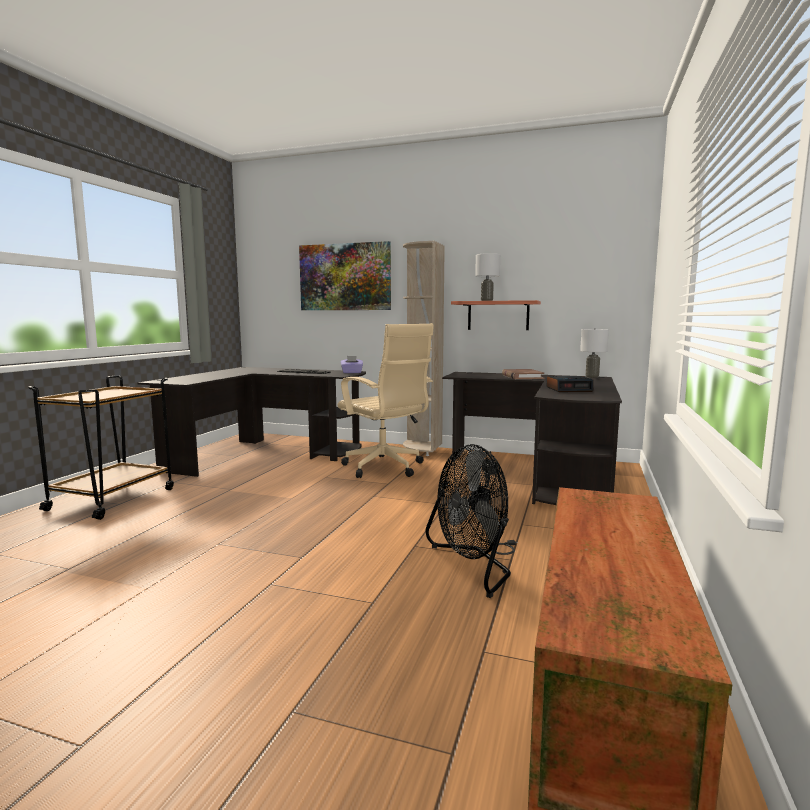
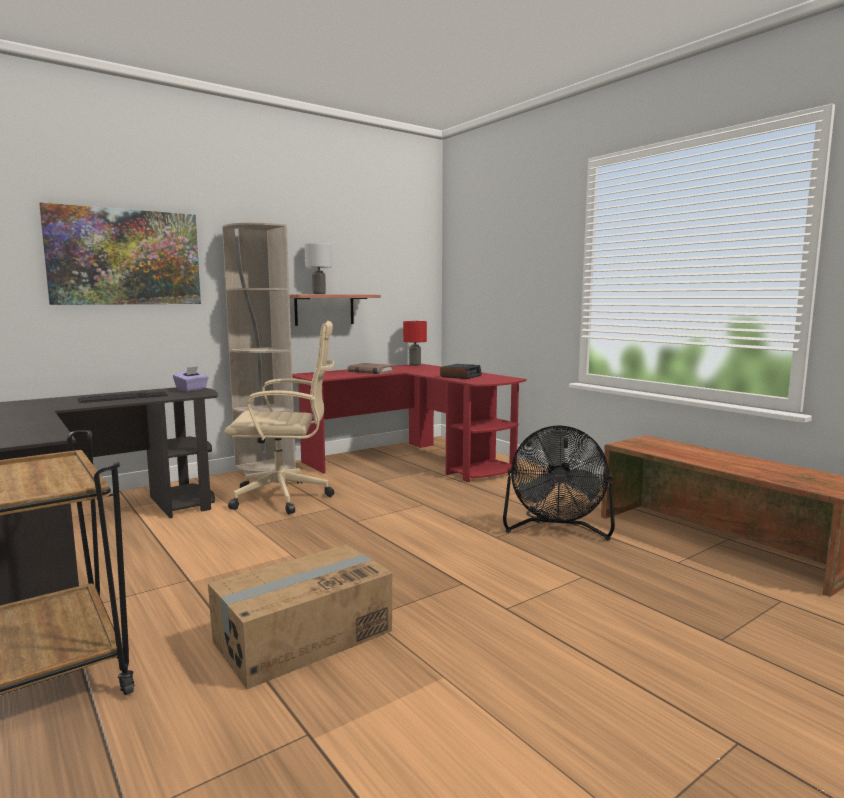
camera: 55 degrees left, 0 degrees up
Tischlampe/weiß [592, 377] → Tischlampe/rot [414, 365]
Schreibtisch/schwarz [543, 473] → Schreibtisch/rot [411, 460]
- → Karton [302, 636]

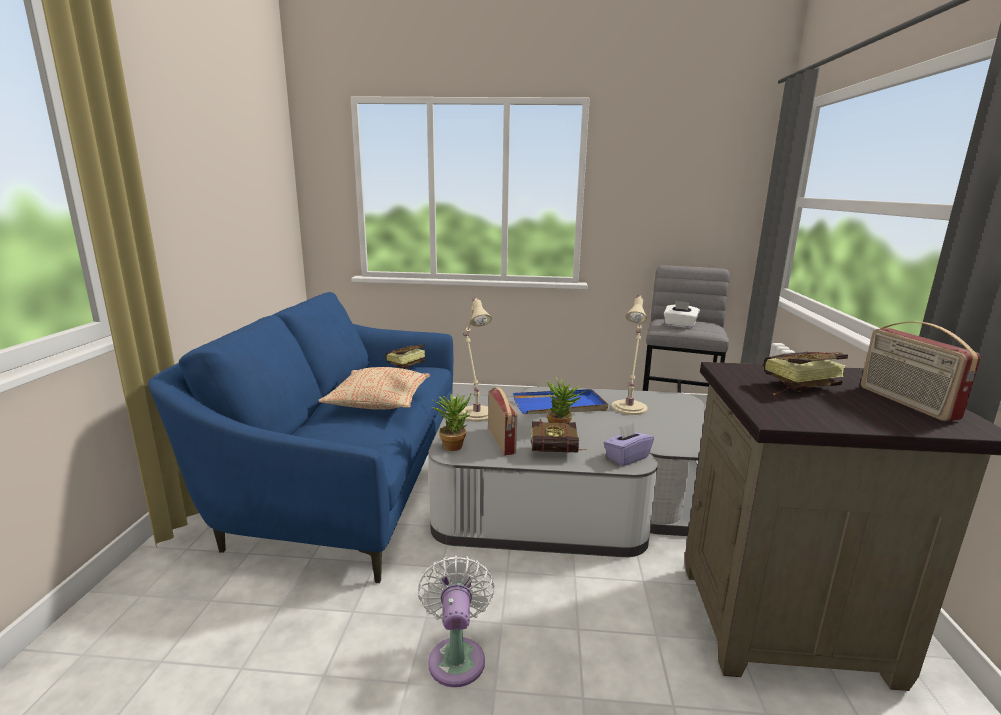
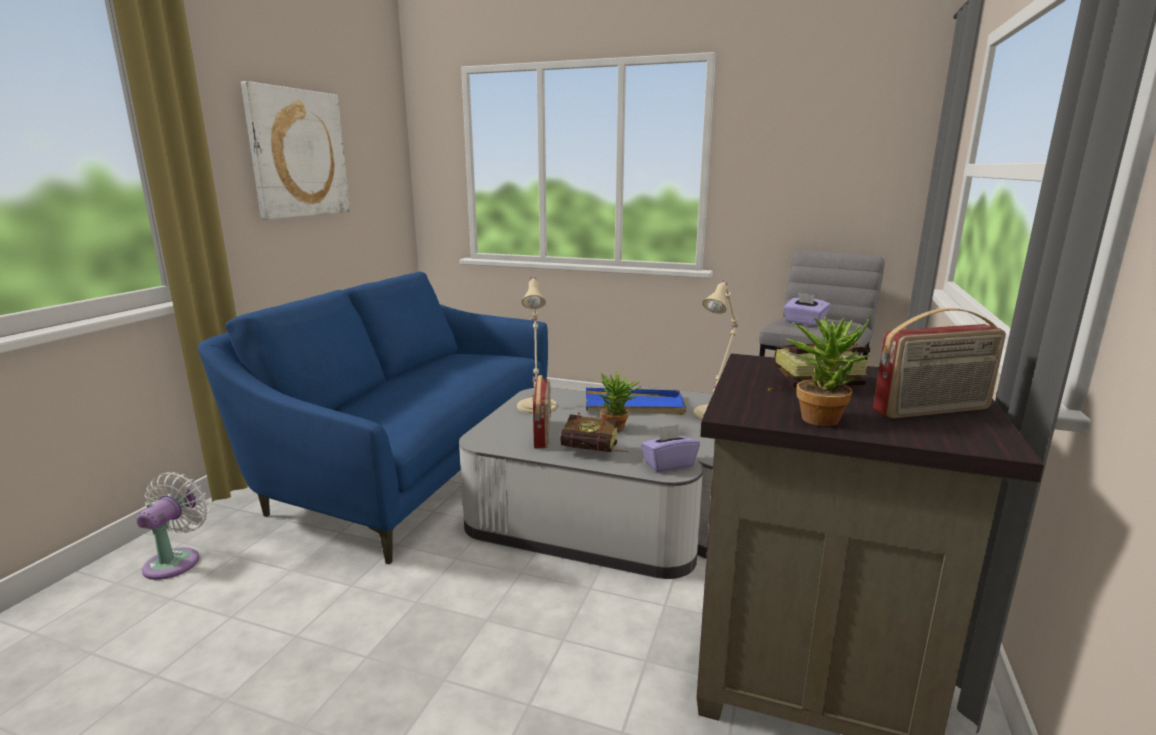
camera: 15 degrees right, 0 degrees up
Taschentuchbox/weiß [679, 325] → Taschentuchbox/lila [804, 322]
Radio [905, 403] → Radio [932, 411], 105 degrees counterclockwise
Buch [403, 367] → -
Kissen/beige [379, 402] → -
Topfpflanze [453, 445] → Topfpflanze [820, 416], move
Ventilator/weiß [457, 656] → Ventilator/weiß [176, 561], move
- → Bild [298, 153]

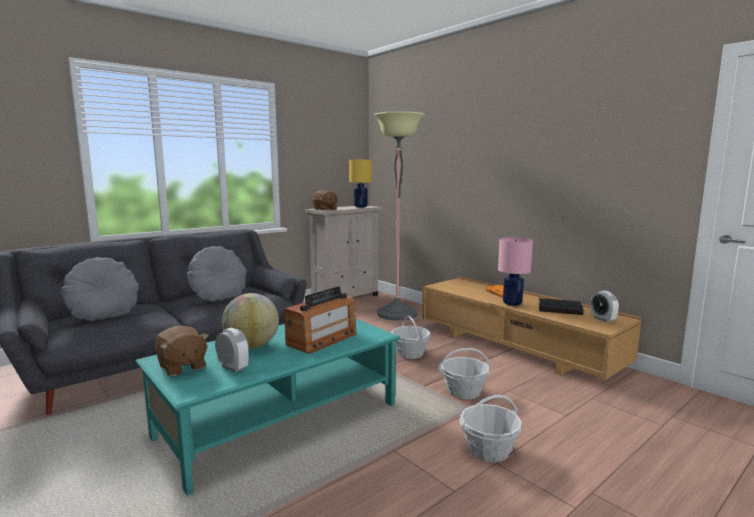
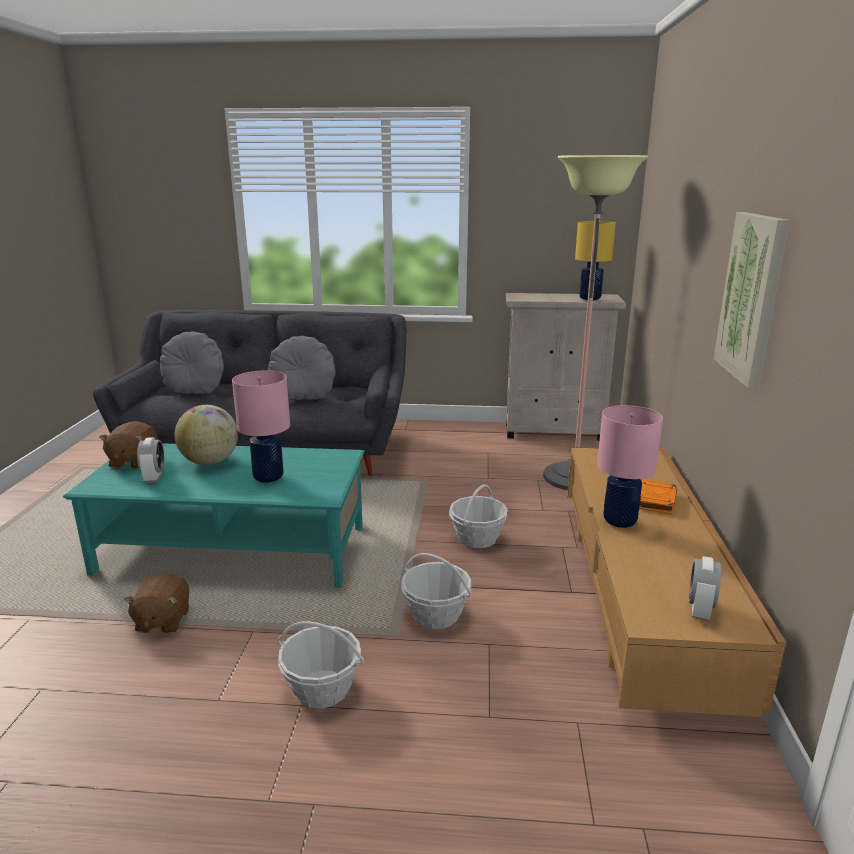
camera: 45 degrees right, 10 degrees up
Plüschtier/braun [325, 209] → Plüschtier/braun [162, 621], move
Radio [322, 339] → Tischlampe/rosa [269, 478]
Buch/schwarz [560, 309] → -
- → Bild [752, 297]

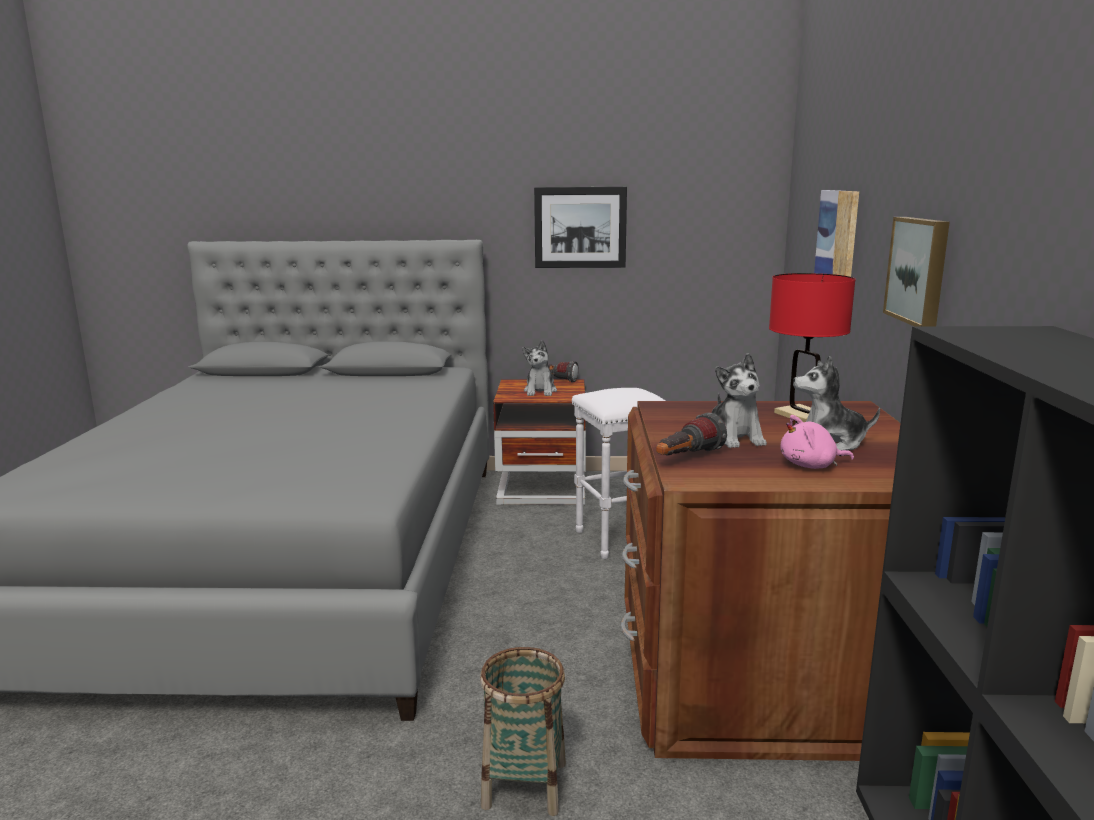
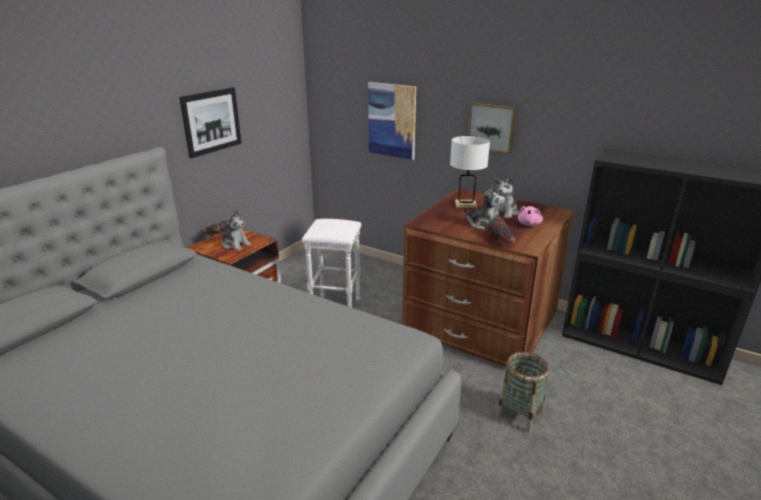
camera: 60 degrees left, 10 degrees up
Tischlampe/rot [802, 415] → Tischlampe/weiß [465, 204]

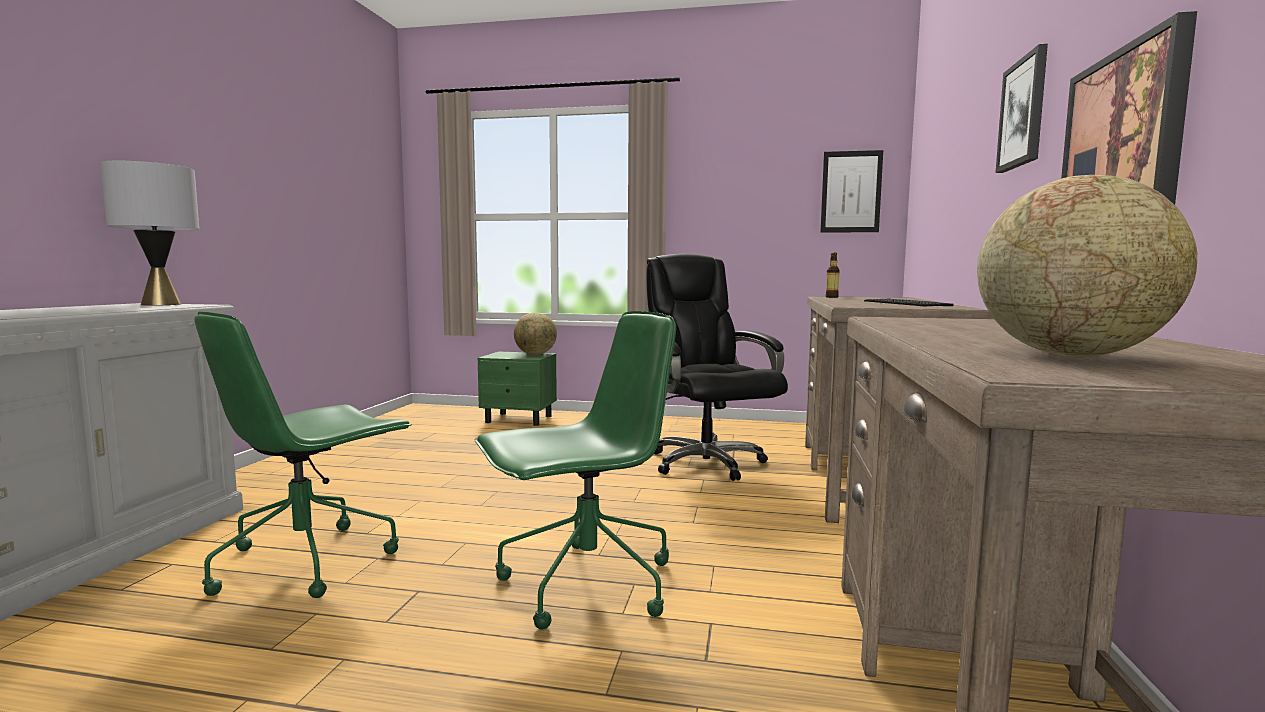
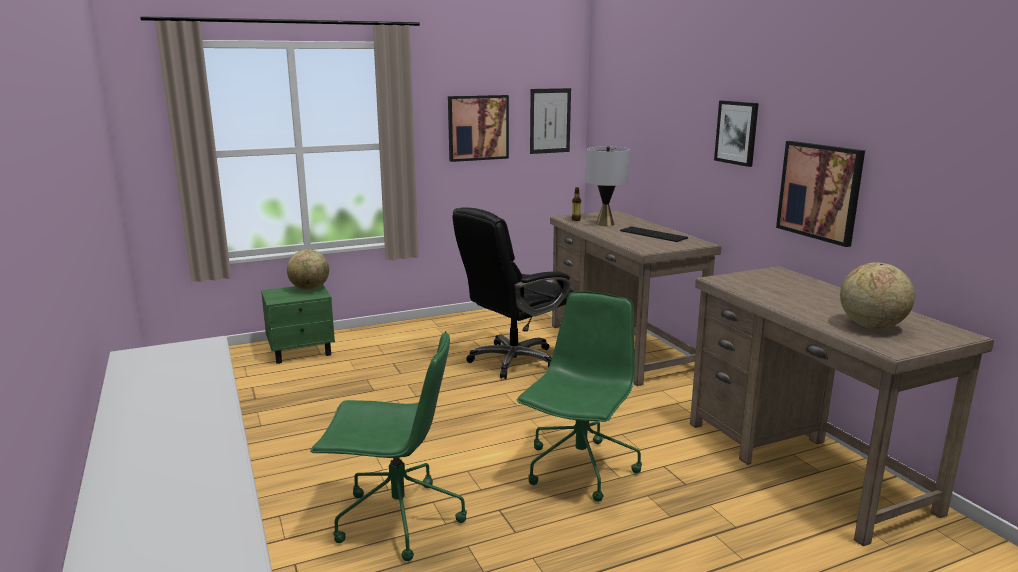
camera: 35 degrees left, 10 degrees up
Tischlampe/grau [160, 304] → Tischlampe/grau [604, 224], move
Bürostuhl/schwarz [707, 463] → Bürostuhl/schwarz [515, 359], 75 degrees counterclockwise
Bürostuhl/grün [313, 560] → Bürostuhl/grün [393, 520], 90 degrees counterclockwise
- → Bild [478, 128]

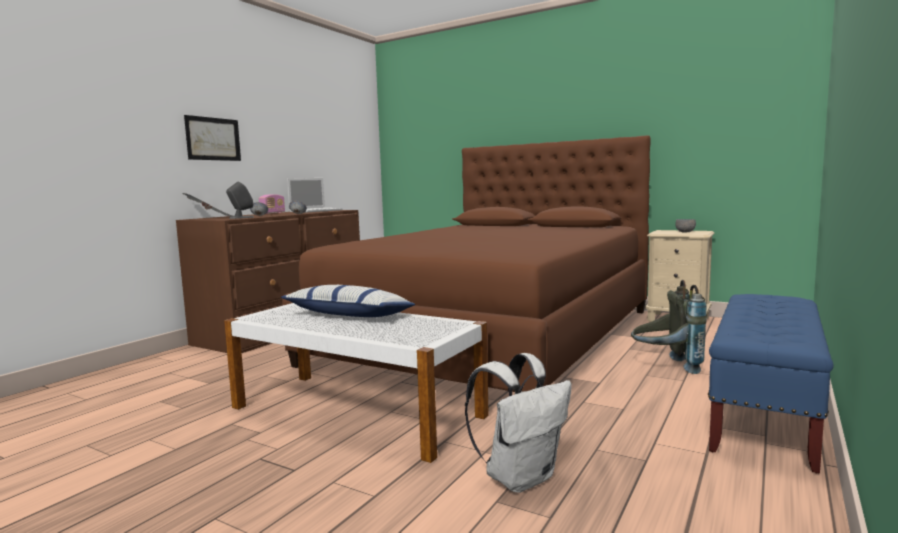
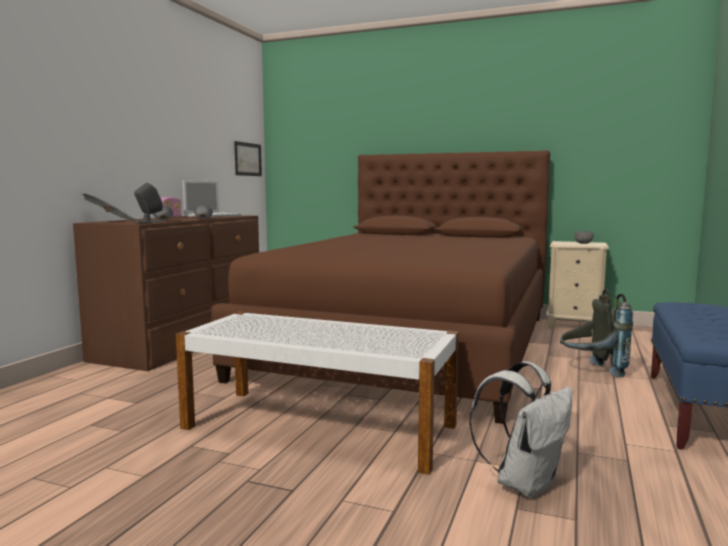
camera: 10 degrees left, 0 degrees up
Bild [213, 139] → Bild [248, 159], move
Kissen [349, 315] → -

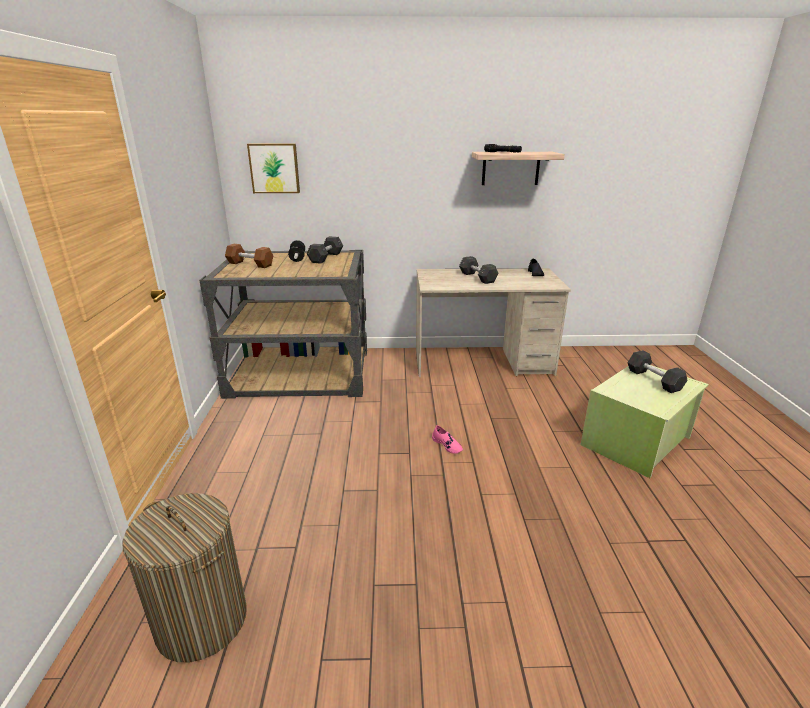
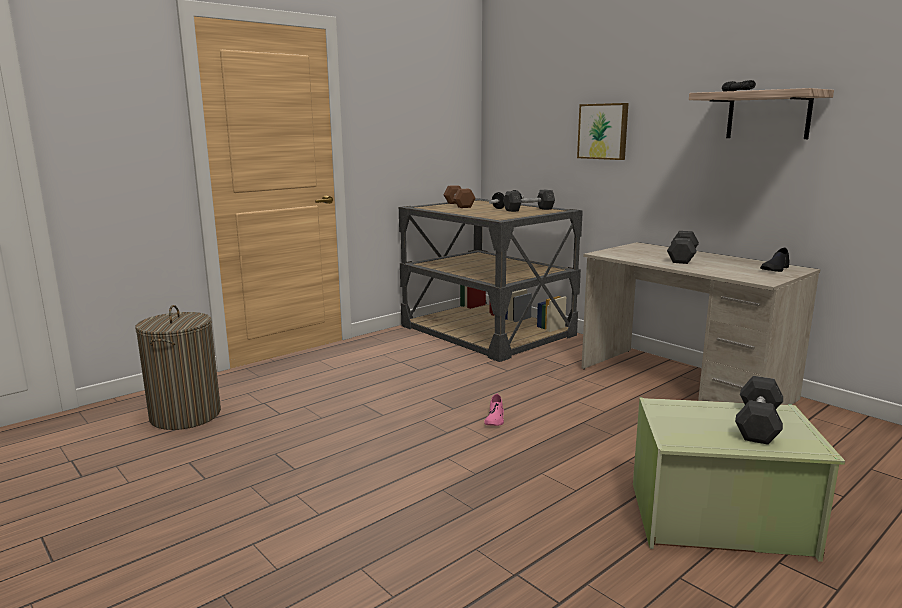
camera: 50 degrees right, 10 degrees down
Bild [274, 168] → Bild [603, 131], move

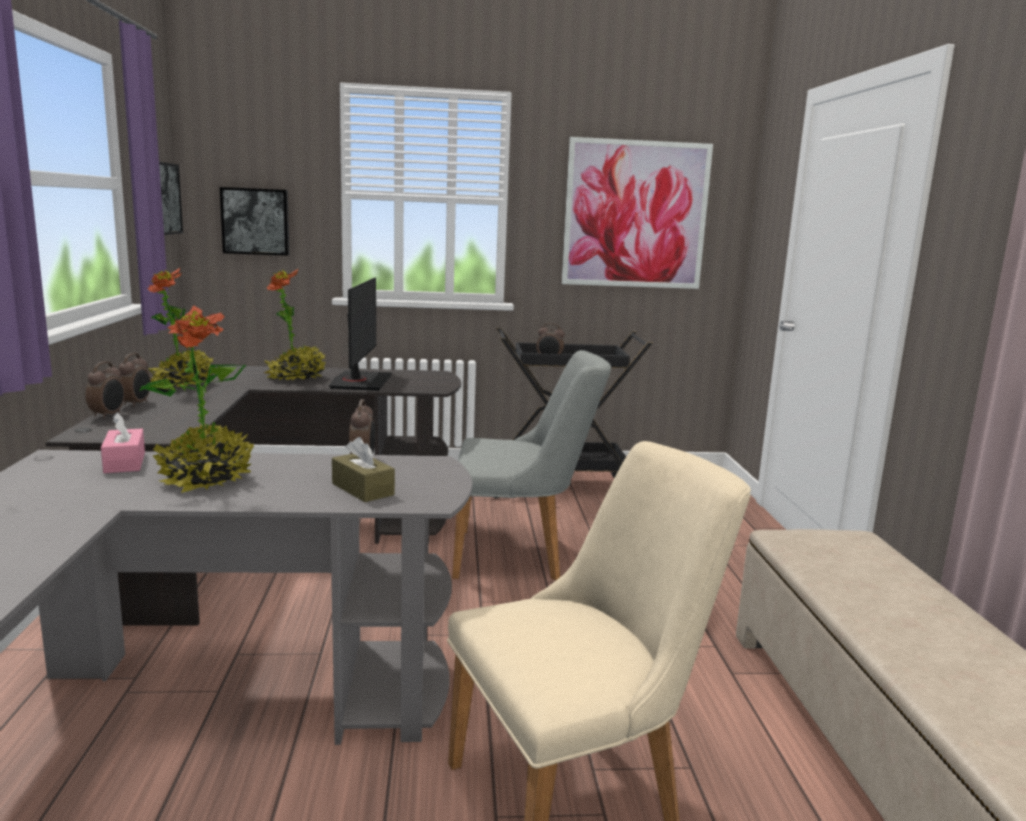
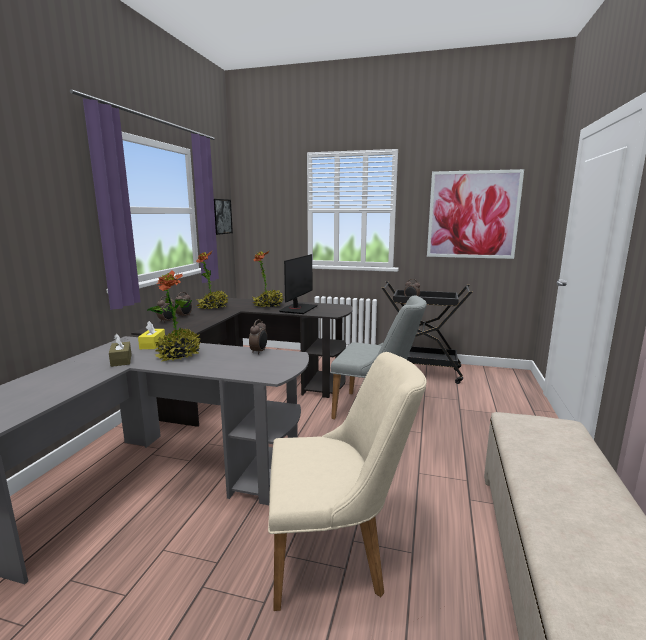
camera: 20 degrees right, 0 degrees up
Bild [256, 221] → -
Taschentuchbox/rosa [124, 462] → Taschentuchbox/gelb [152, 344]
Taschentuchbox/braun [362, 489] → Taschentuchbox/braun [121, 360], move

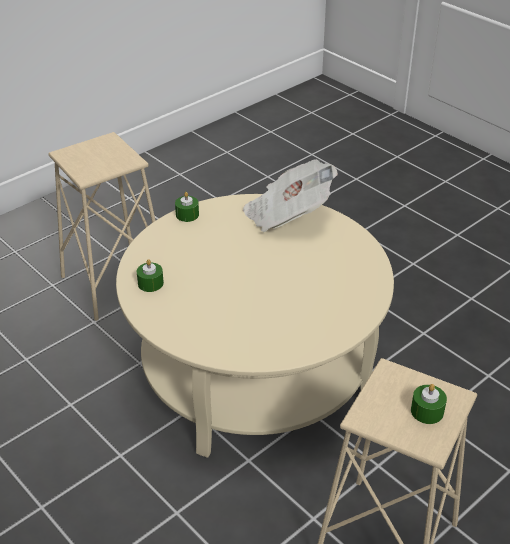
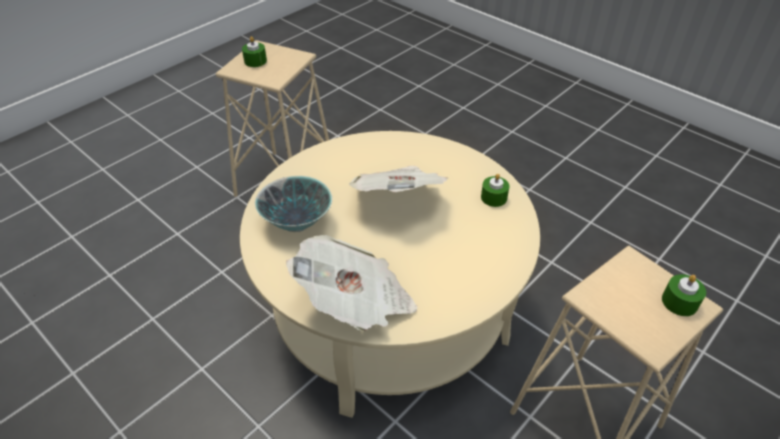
camera: 175 degrees right, 5 degrees up
Kerze/grün [187, 215] → Kerze/grün [679, 302], move
- → Zeitung [398, 198]
- → Schüssel [297, 223]

